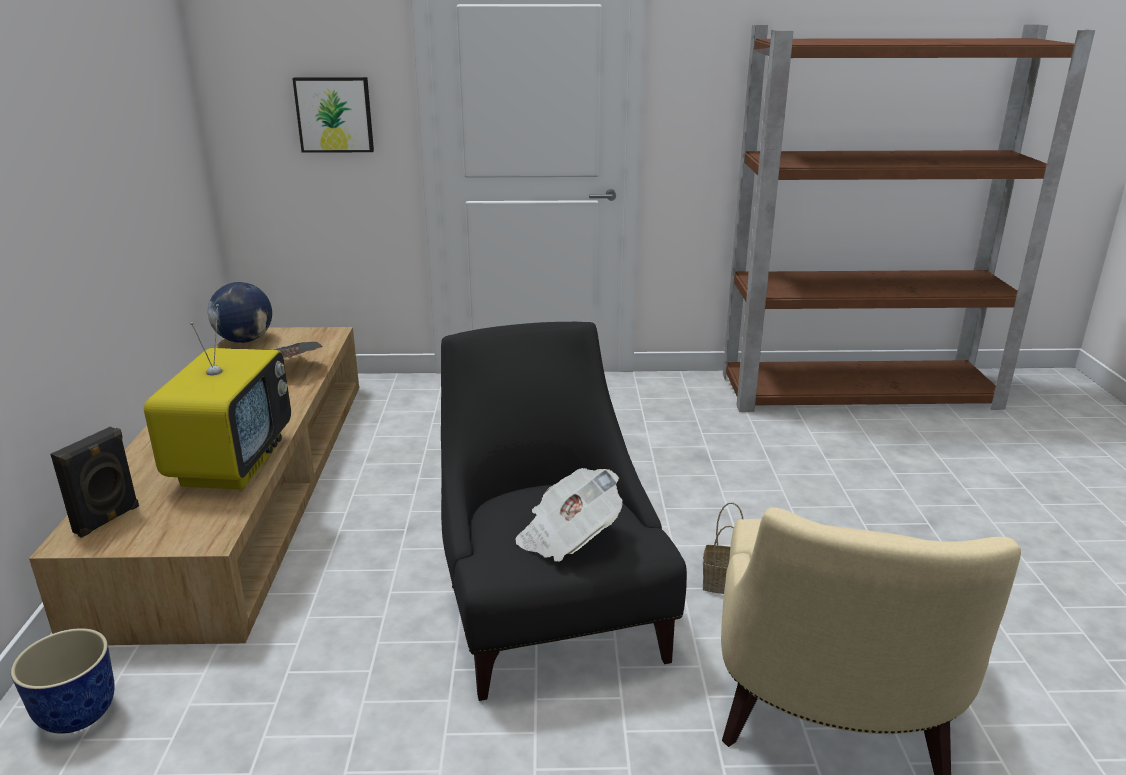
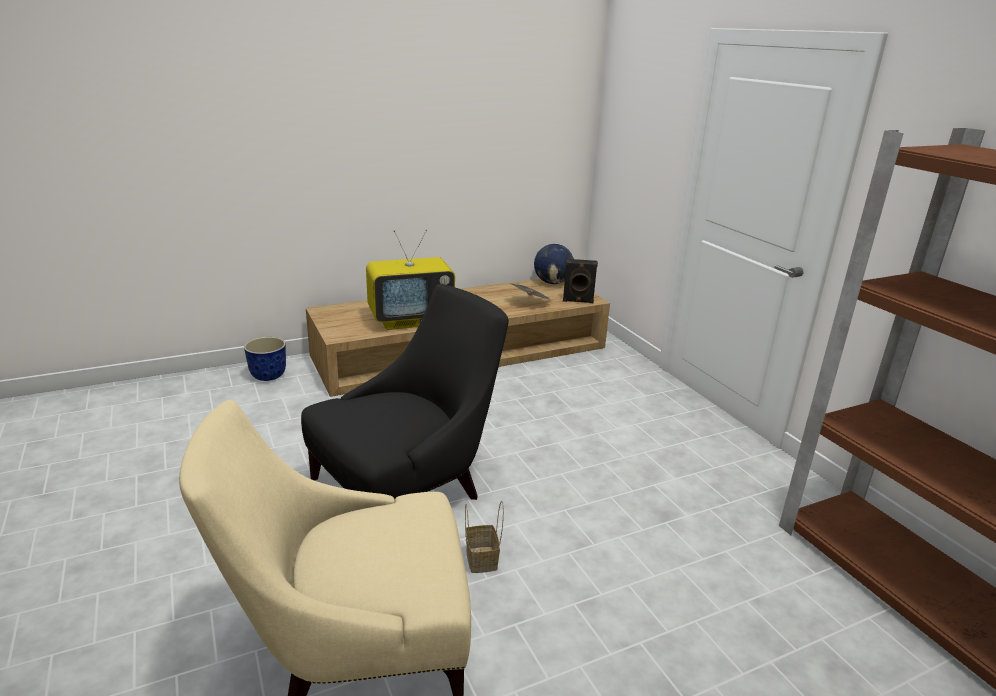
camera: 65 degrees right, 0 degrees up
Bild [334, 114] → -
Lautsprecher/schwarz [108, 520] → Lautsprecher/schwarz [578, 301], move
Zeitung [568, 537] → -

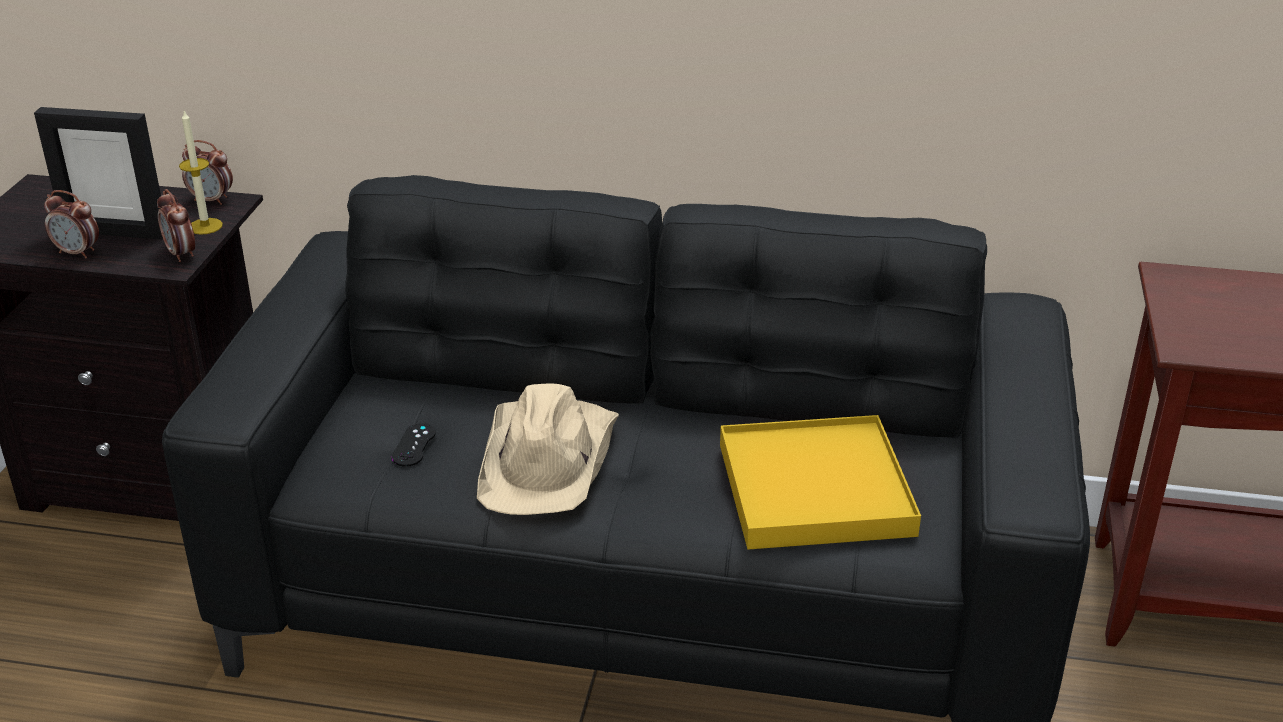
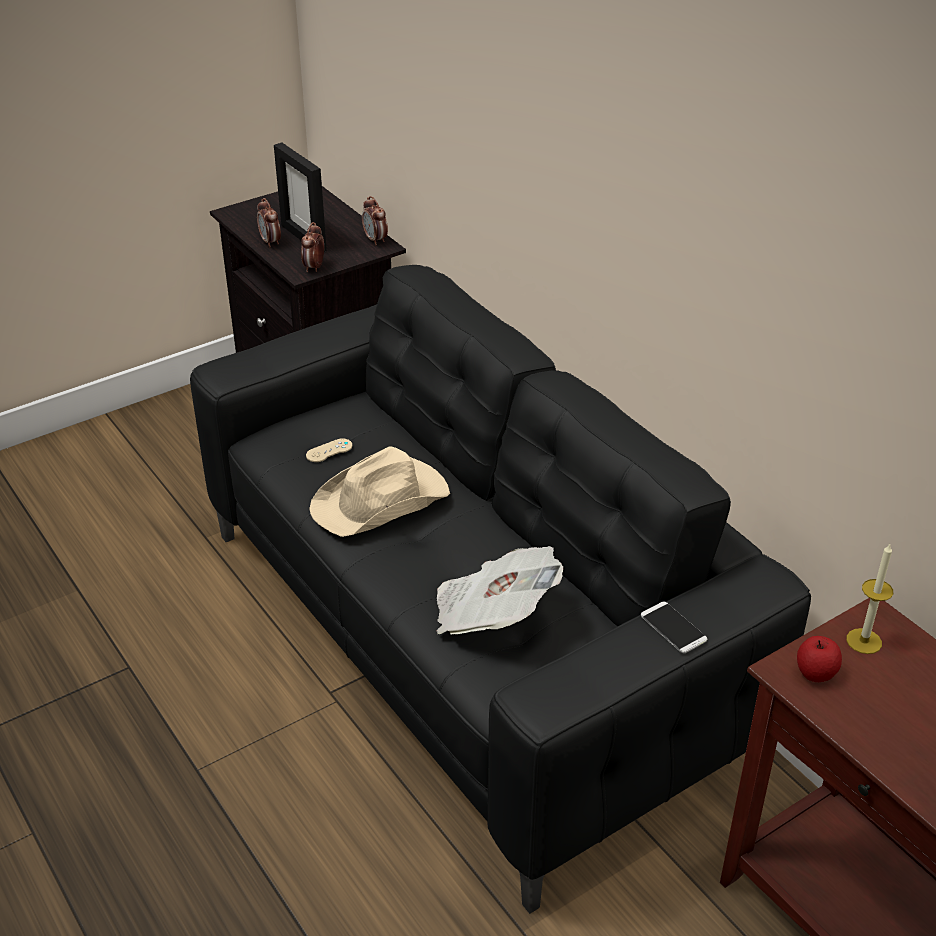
camera: 45 degrees right, 5 degrees up
Kerze [205, 226] → Kerze [864, 641], move
Tablett/gelb [814, 490] → Zeitung [493, 615]
Gamepad/schwarz [414, 445] → Gamepad/beige [329, 451]
- → Handy [673, 628]
- → Apfel [815, 673]

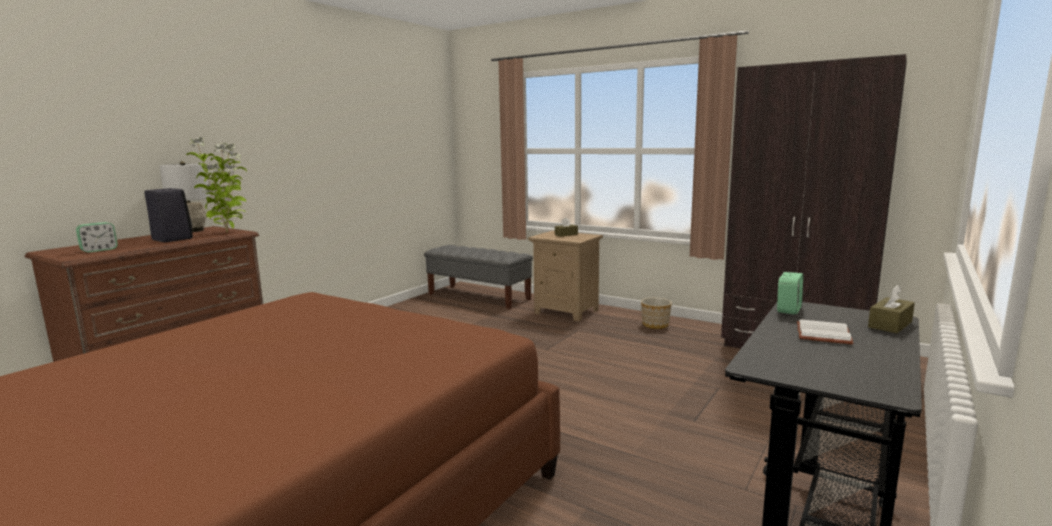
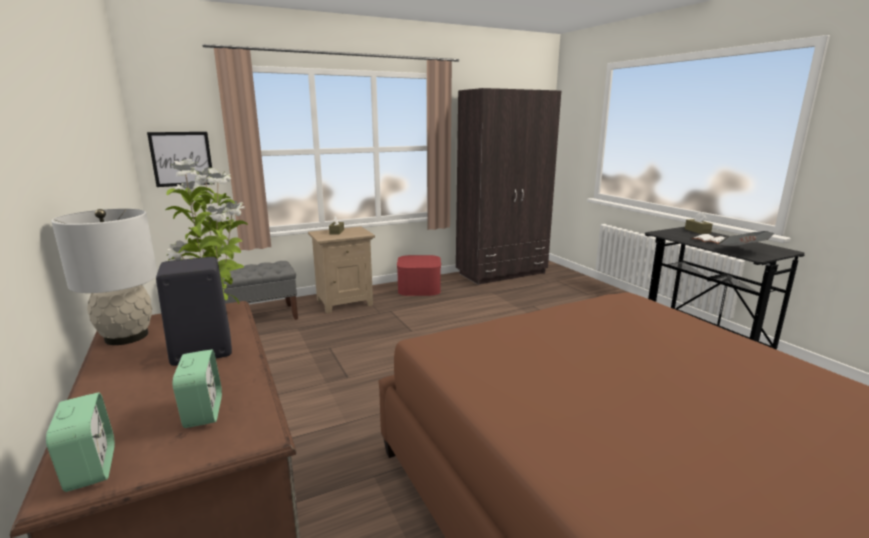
camera: 60 degrees left, 5 degrees up
Wecker [788, 309] → Wecker [90, 468], move
Pflanzkübel [655, 325] → Aufbewahrungsbox/rot [419, 288]
- → Bild [182, 159]
- → Zeitung [742, 251]

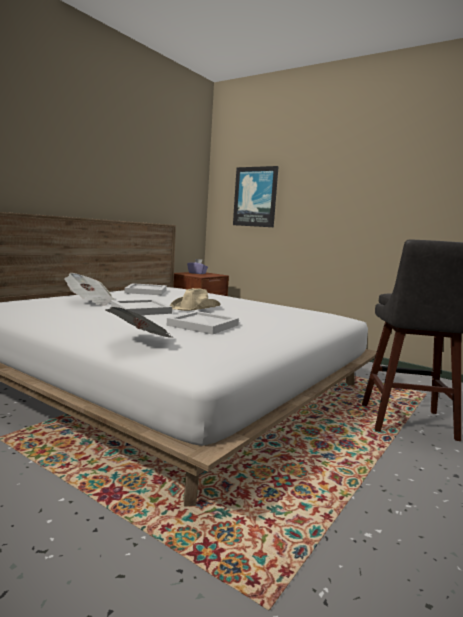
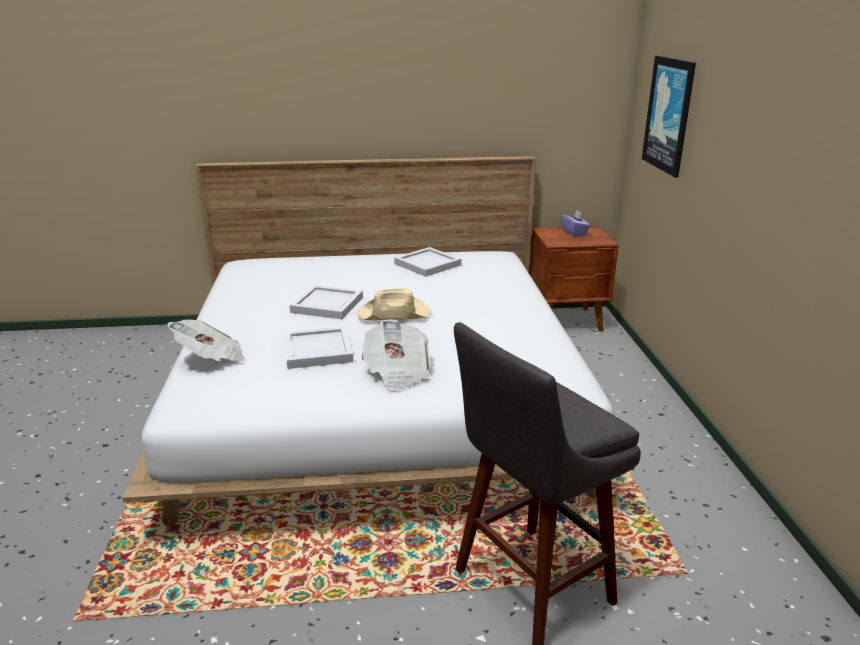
camera: 50 degrees right, 15 degrees up
Zeitung [90, 302] → Zeitung [397, 372], move

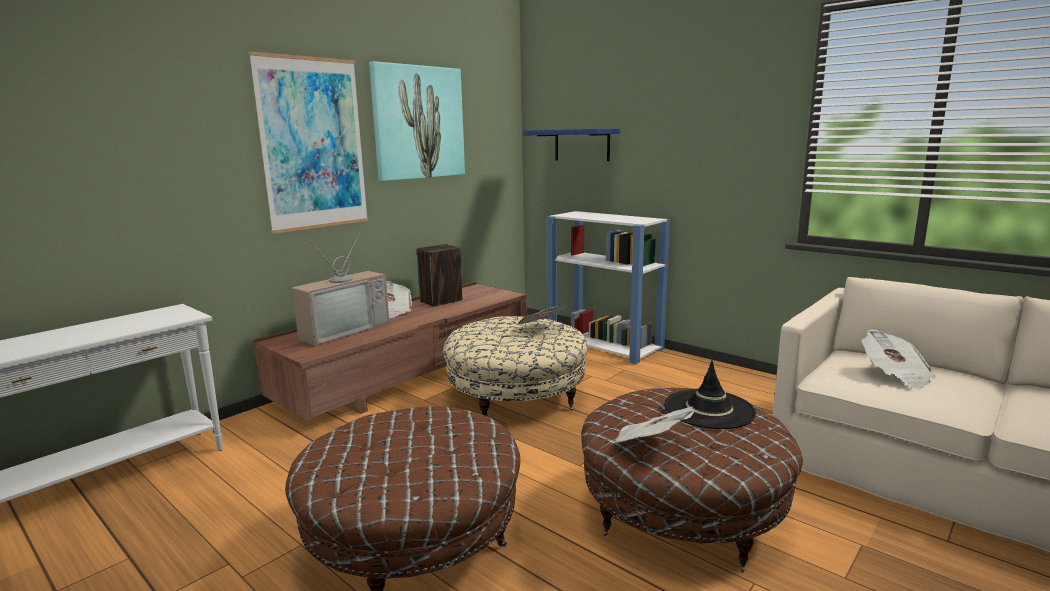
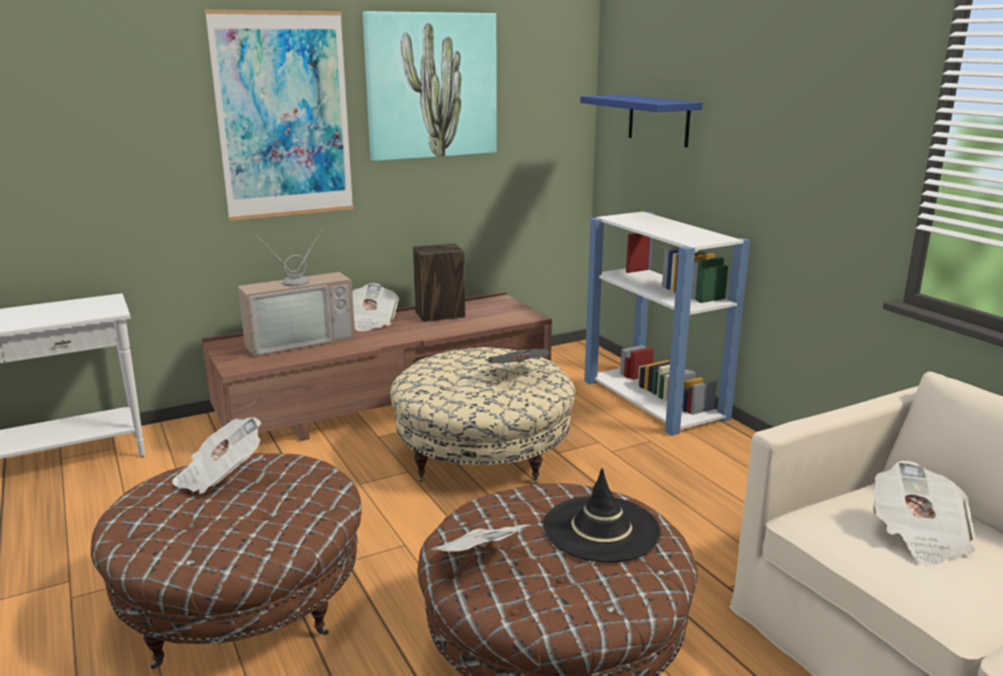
camera: 20 degrees right, 5 degrees up
- → Zeitung [220, 476]

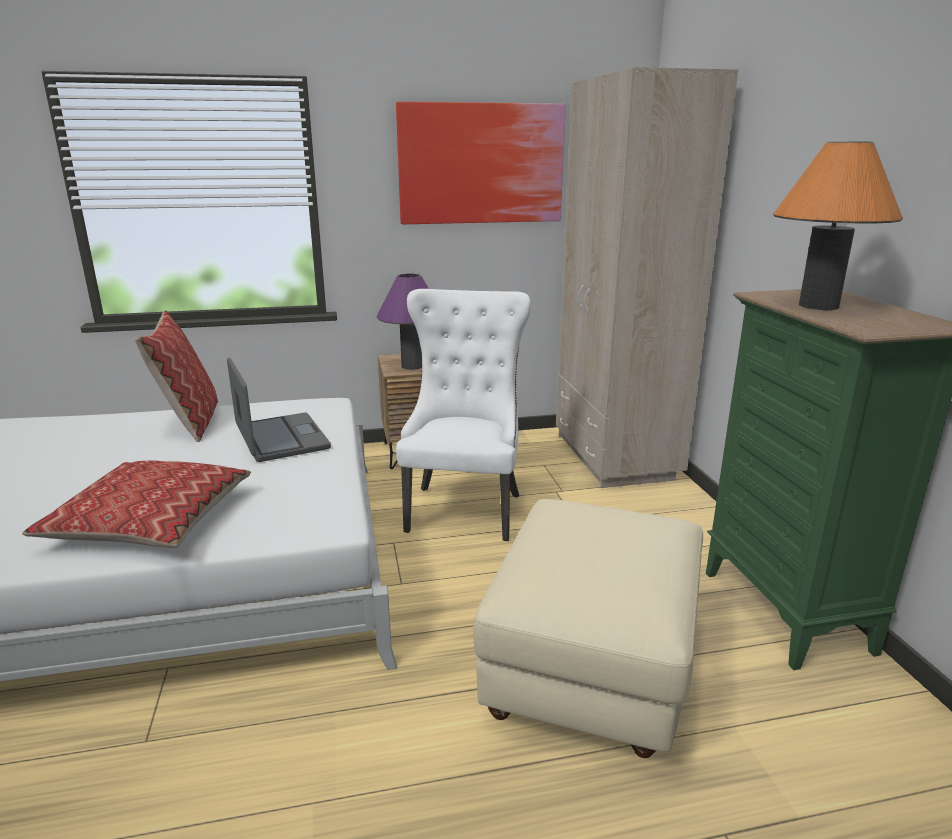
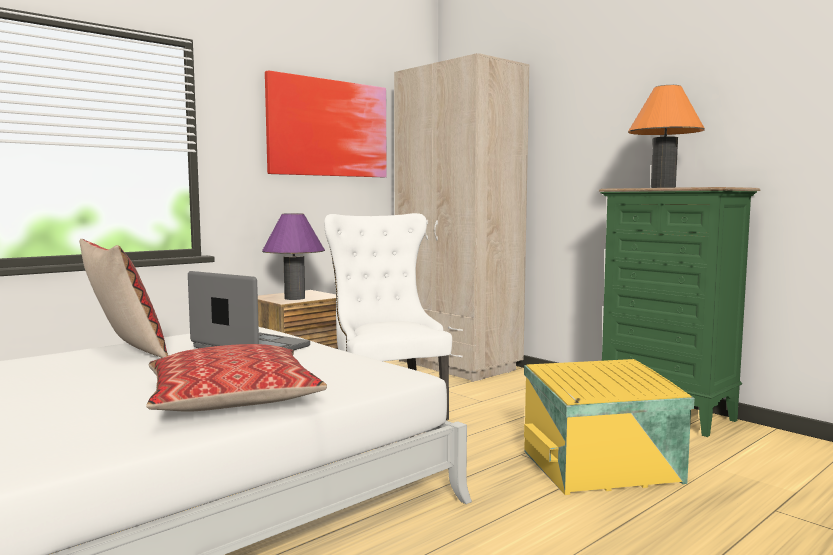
camera: 30 degrees left, 15 degrees down
Polsterhocker/beige [590, 672] → Aufbewahrungsbox/gelb [603, 467]

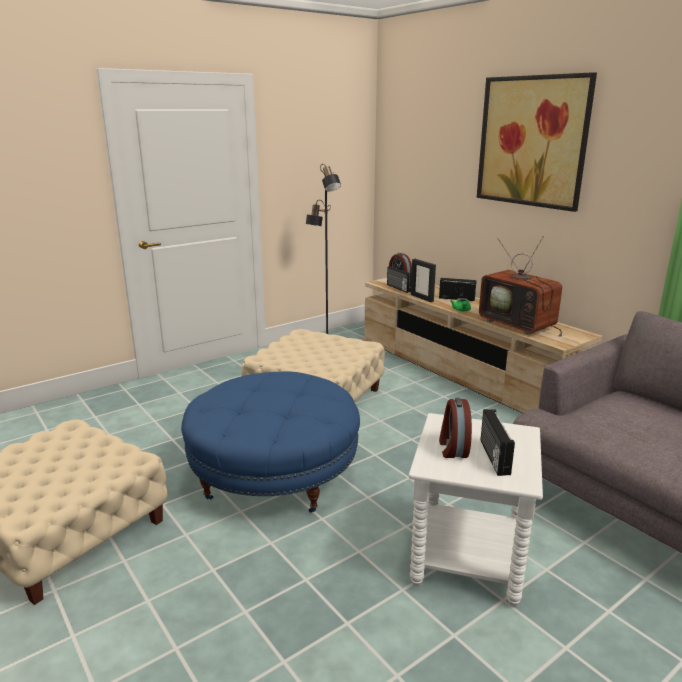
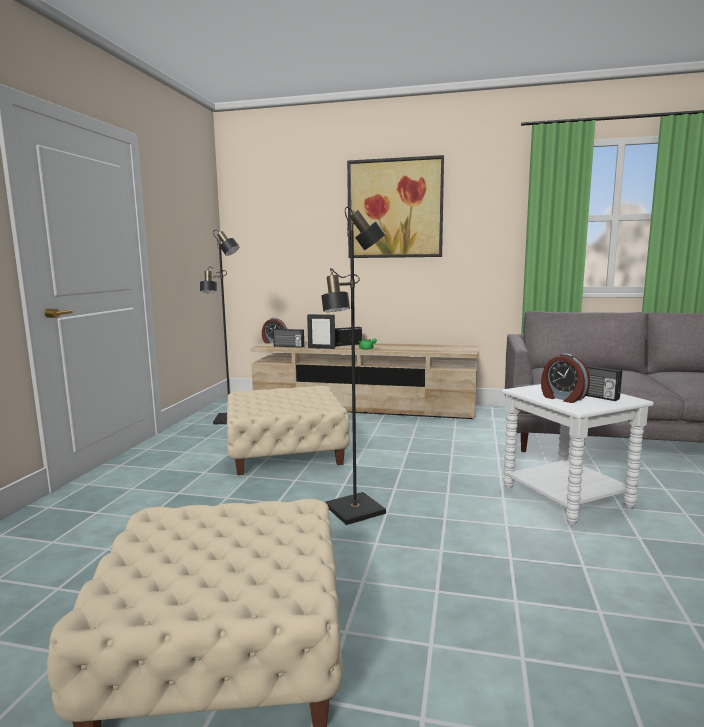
camera: 40 degrees left, 10 degrees down
Fernseher [520, 325] → -
Polsterhocker/blau [274, 476] → Stehlampe/schwarz [354, 509]

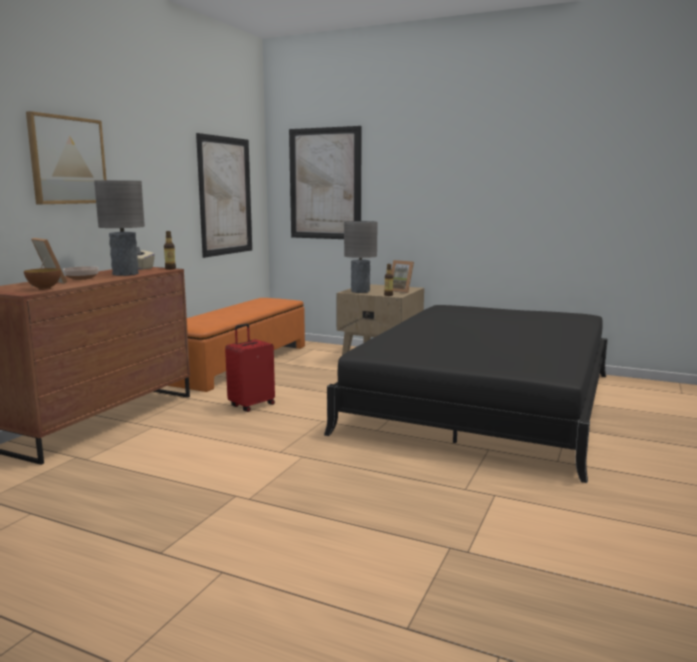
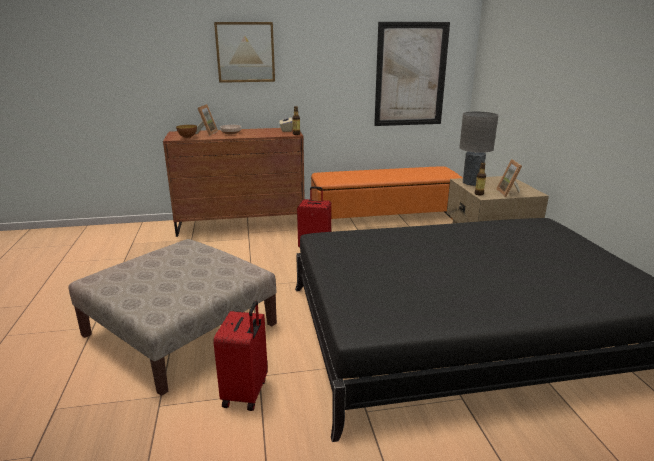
camera: 55 degrees right, 10 degrees up
Bild [325, 184] → -
Tischlampe/grau [125, 274] → -
- → Polsterhocker/beige [181, 329]
- → Koffer/rot [246, 393]

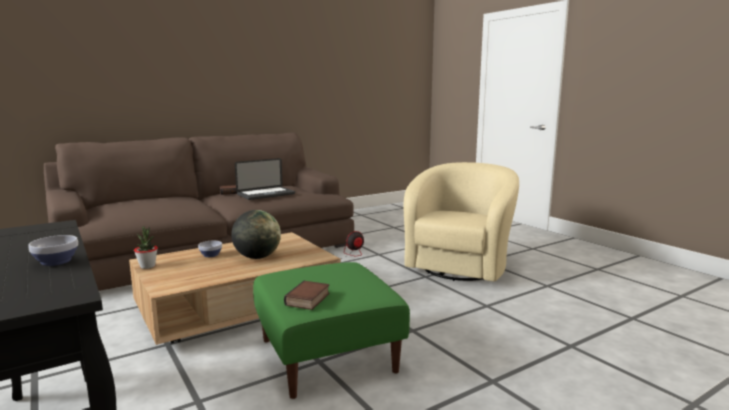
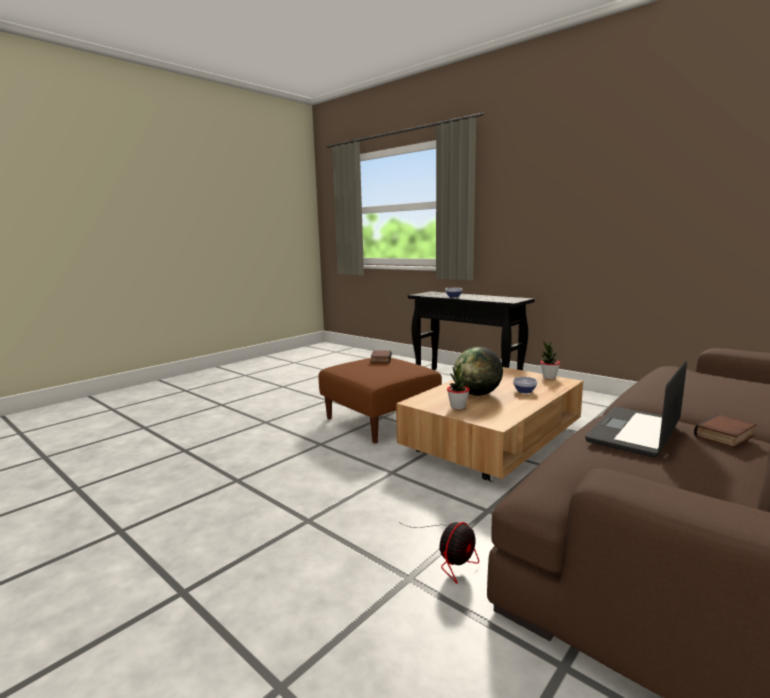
camera: 165 degrees right, 0 degrees up
Sessel/beige [460, 266] → -
Polsterhocker/grün [326, 355] → Polsterhocker/braun [381, 420]
- → Topfpflanze [457, 407]

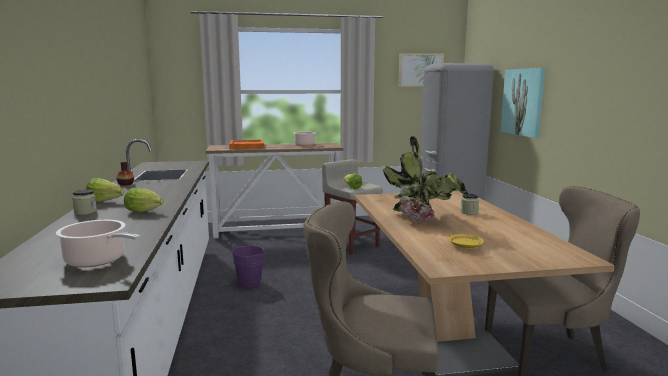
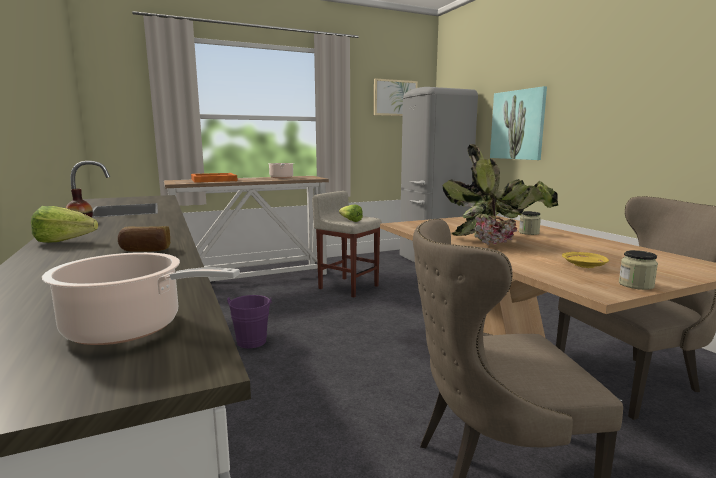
camera: 15 degrees left, 0 degrees up
Salatkopf [145, 212] → Brot [146, 250]
Vorratsglas [85, 212] → Vorratsglas [636, 285], move

